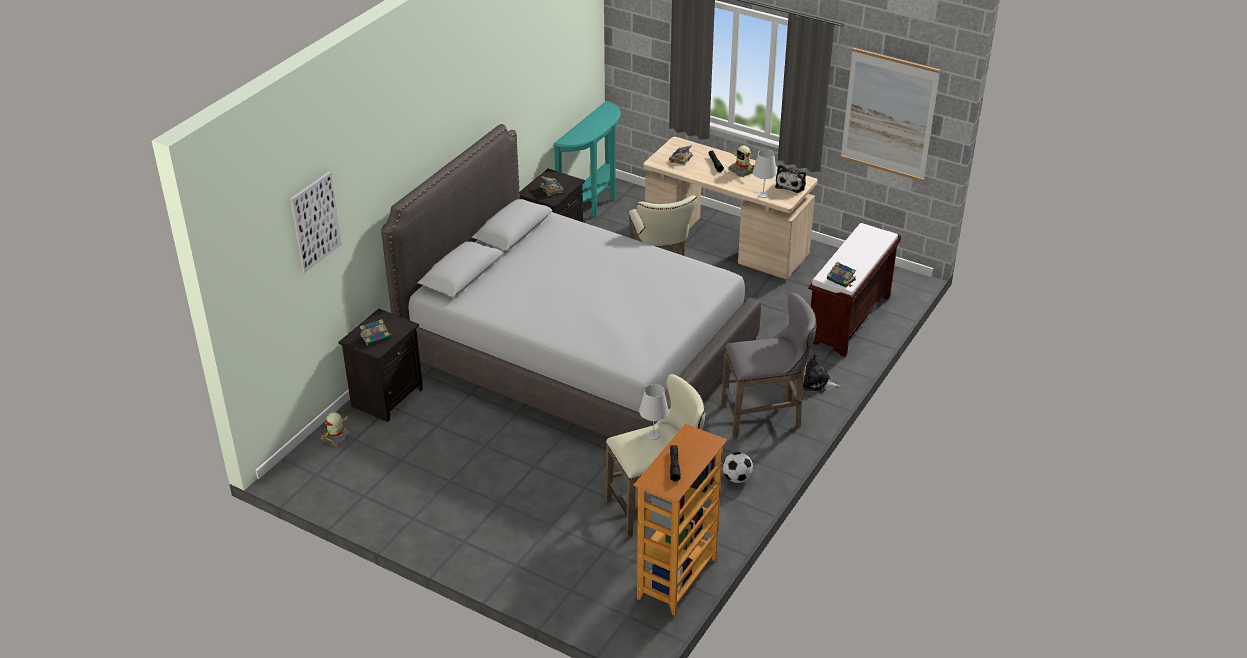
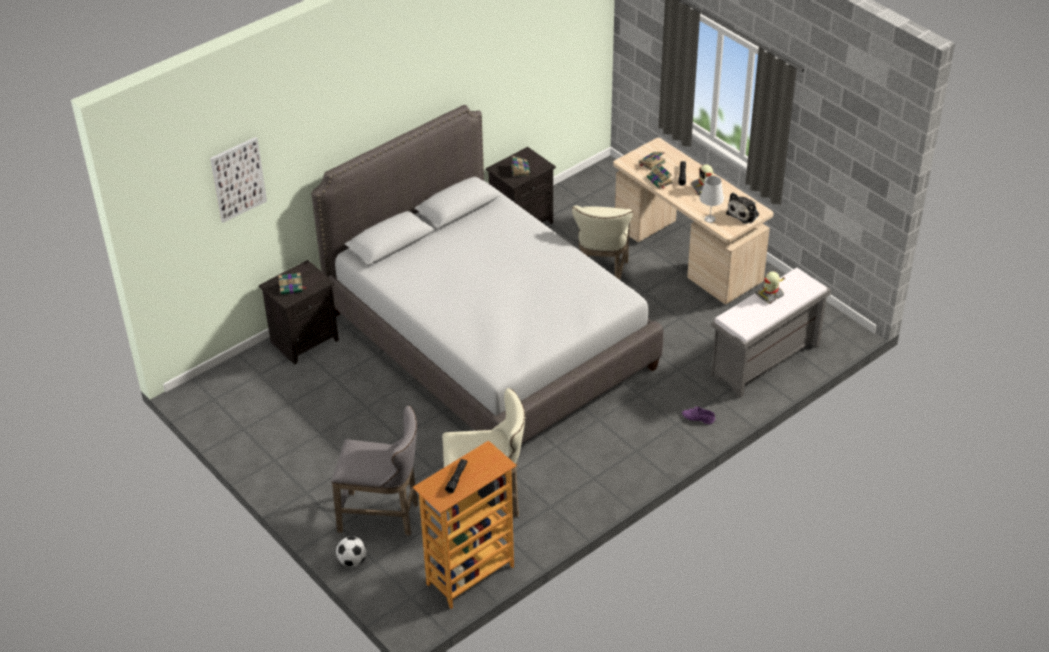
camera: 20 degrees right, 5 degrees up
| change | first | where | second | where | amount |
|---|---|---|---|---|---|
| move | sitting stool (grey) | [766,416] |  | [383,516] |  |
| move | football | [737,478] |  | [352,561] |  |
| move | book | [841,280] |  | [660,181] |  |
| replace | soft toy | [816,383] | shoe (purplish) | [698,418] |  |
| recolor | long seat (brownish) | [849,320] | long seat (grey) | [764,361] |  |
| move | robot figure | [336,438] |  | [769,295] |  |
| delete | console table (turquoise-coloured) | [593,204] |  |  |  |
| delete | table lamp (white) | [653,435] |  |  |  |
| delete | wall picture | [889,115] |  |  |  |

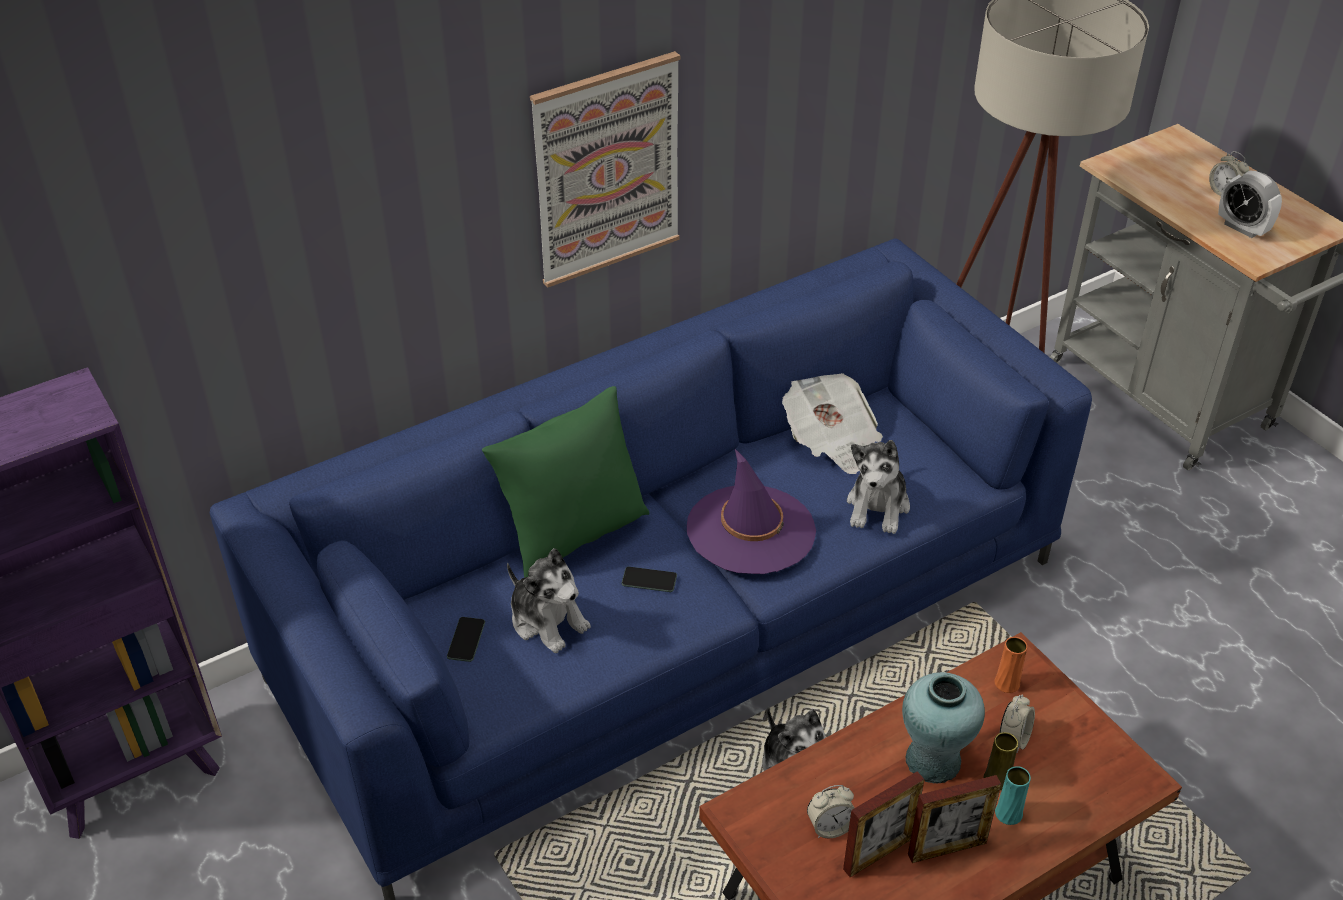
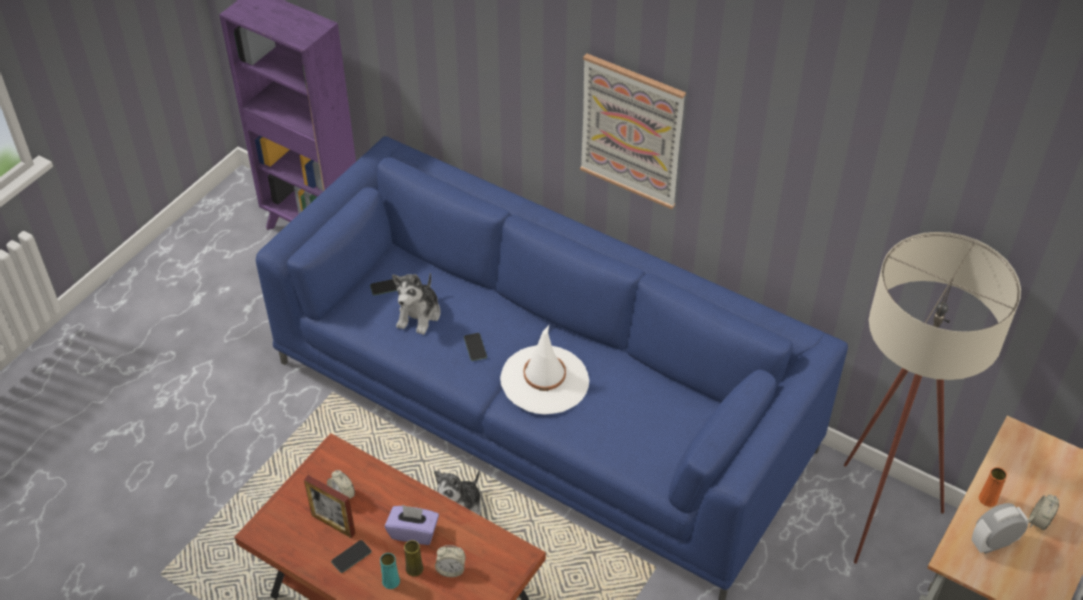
camera: 65 degrees right, 5 degrees up
| change | first | where | second | where | amount |
|---|---|---|---|---|---|
| replace | picture frame | [947,848] | handset | [351,557] |  |
| replace | decorative vase (turquoise-coloured) | [932,760] | tissue holder (purplish) | [413,532] |  |
| recolor | clothing hat (purplish) | [751,530] | clothing hat (white) | [545,380] |  |
| rotate | table clock | [1242,228] |  | [993,543] | 45 degrees clockwise |
| move | decorative vase (orange) | [1007,683] |  | [988,499] |  |
| delete | cushion (green) | [573,535] |  |  |  |
| delete | newspaper | [831,440] |  |  |  |
| delete | soft toy | [878,506] |  |  |  |

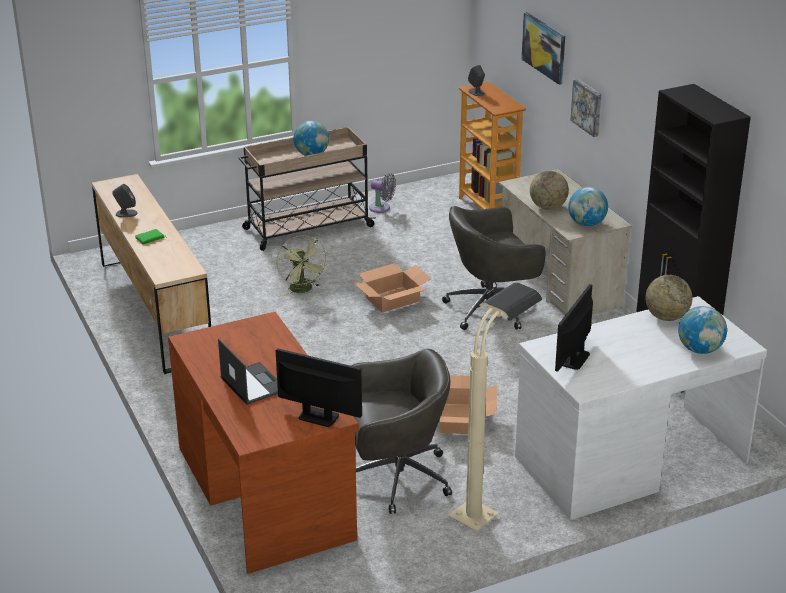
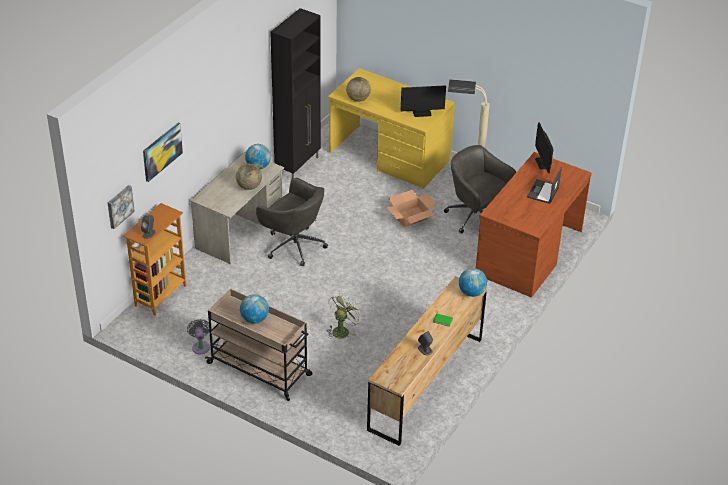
camera: 125 degrees left, 10 degrees up
| change | first | where | second | where | amount |
|---|---|---|---|---|---|
| move | wall picture | [588,107] |  | [119,206] |  |
| recolor | desk table (white) | [629,459] | desk table (yellowish) | [389,157] |  |
| move | world globe | [700,350] |  | [471,292] |  |
| delete | carton | [392,299] |  |  |  |

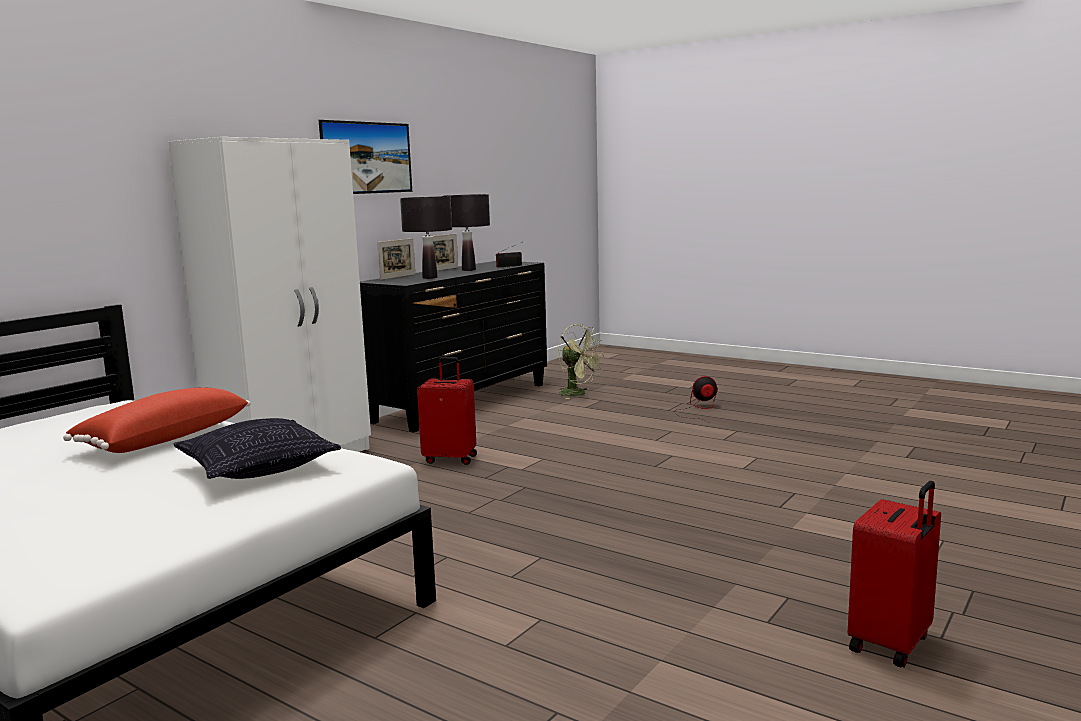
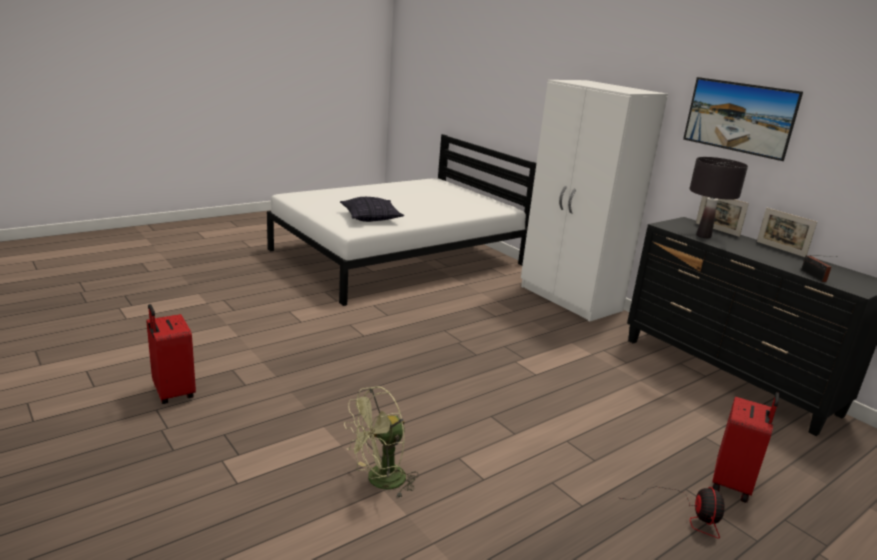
camera: 105 degrees right, 10 degrees up
| change | first | where | second | where | amount |
|---|---|---|---|---|---|
| move | electric fan (green) | [578,394] |  | [379,481] |  |
| move | piece of luggage (reddish) | [450,459] |  | [733,484] |  |
| delete | cushion (reddish) | [163,439] |  |  |  |
| delete | table lamp (black) | [468,270] |  |  |  |

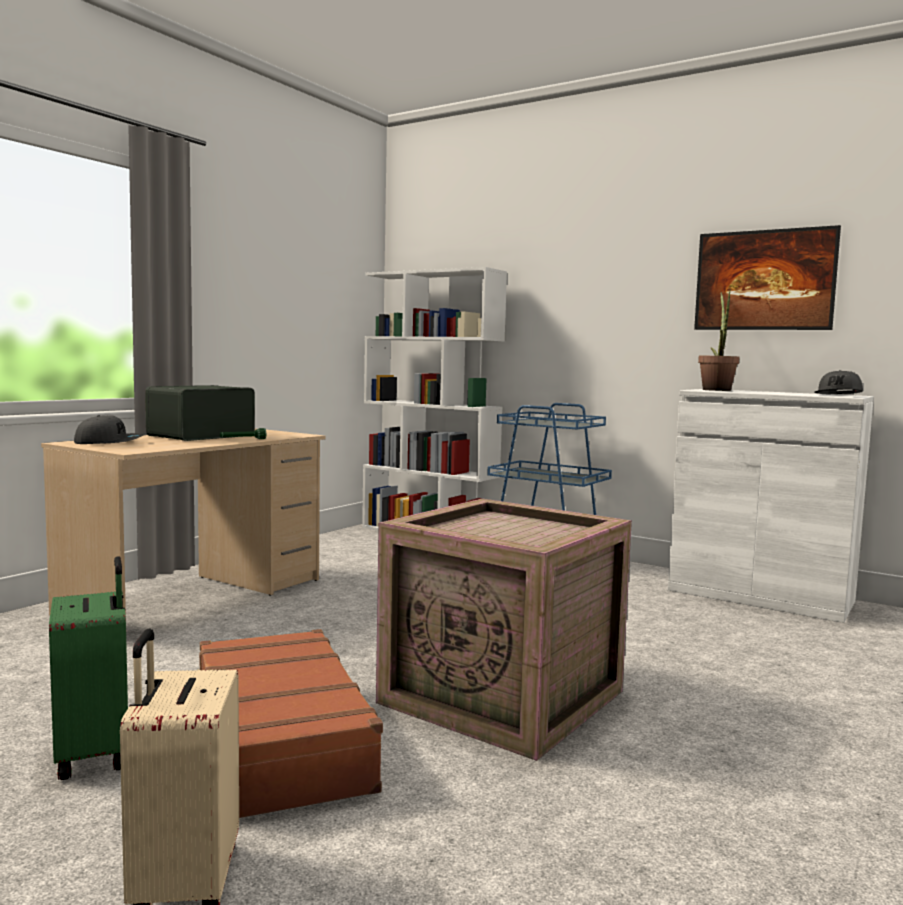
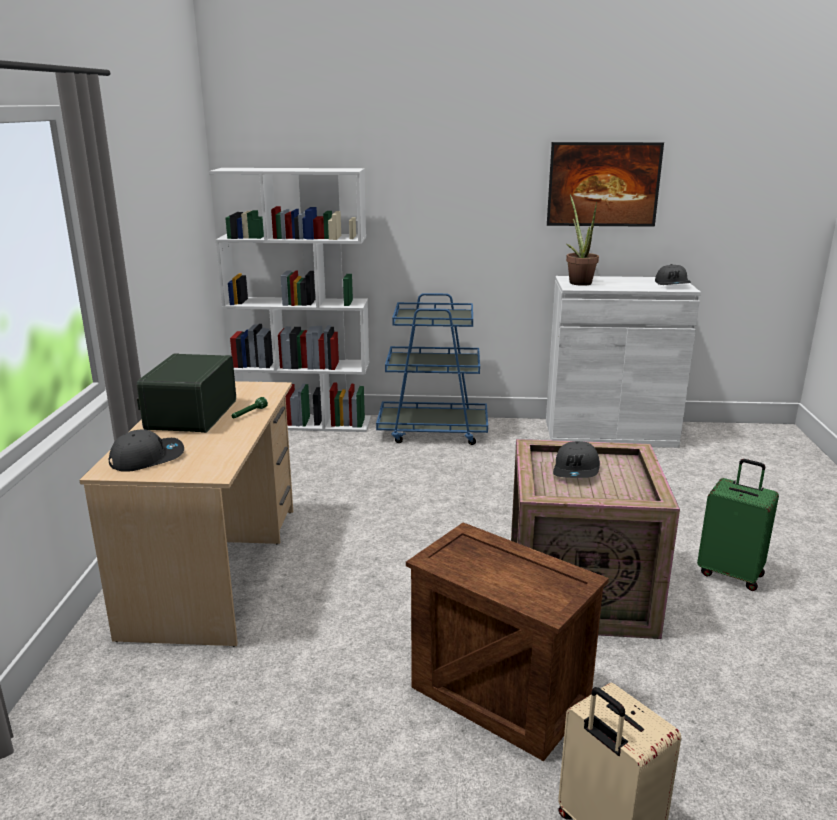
camera: 30 degrees left, 15 degrees up
| change | first | where | second | where | amount |
|---|---|---|---|---|---|
| replace | piece of luggage (brownish) | [278,742] | shipping crate | [502,694] |  |
| insert |  |  | peaked cap (grey) | [577,470] |  |
| move | piece of luggage (green) | [95,754] |  | [731,573] |  |

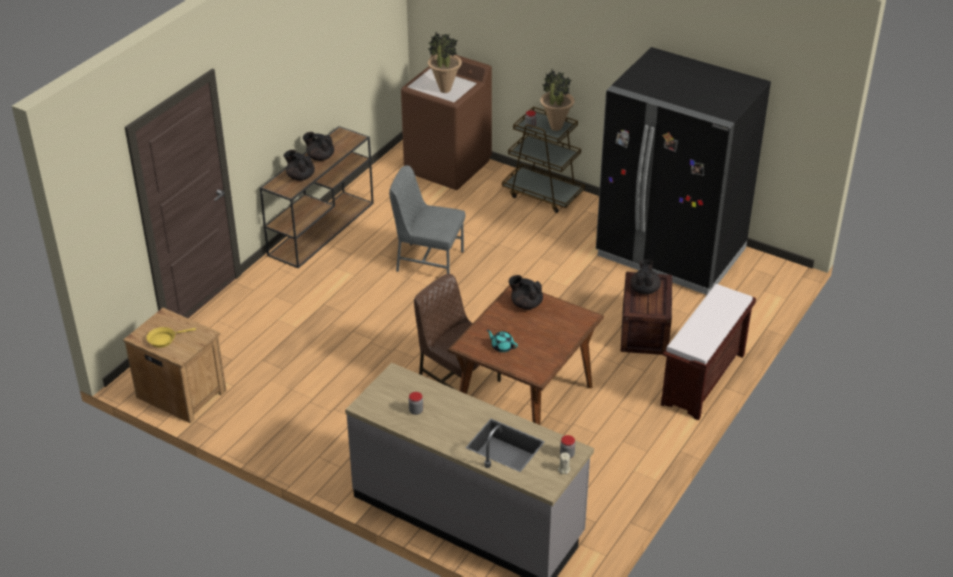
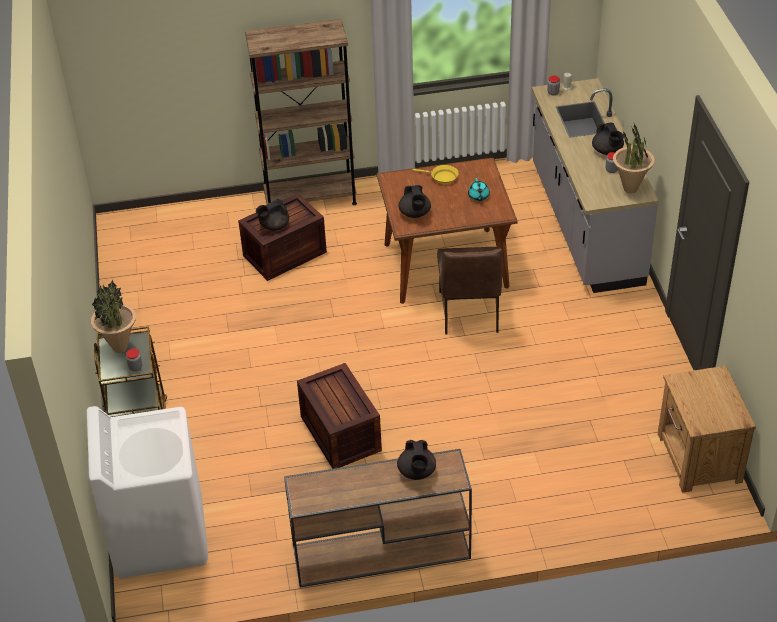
camera: 130 degrees left, 5 degrees up
| change | first | where | second | where | amount |
|---|---|---|---|---|---|
| recolor | laundry appliance (brownish) | [448,166] | laundry appliance (white) | [159,536] |  |
| replace | long seat (brownish) | [703,380] | shelving unit (brownish) | [310,198] |  |
| replace | chair (grey) | [428,261] | shipping crate | [341,434] |  |
| move | pan (yellowish) | [164,339] |  | [442,177] |  |
| move | tea pot (black) | [320,157] |  | [607,151] |  |
| move | potted plant | [444,90] |  | [630,189] |  |
| delete | kitchen fridge (black) | [670,253] |  |  |  |

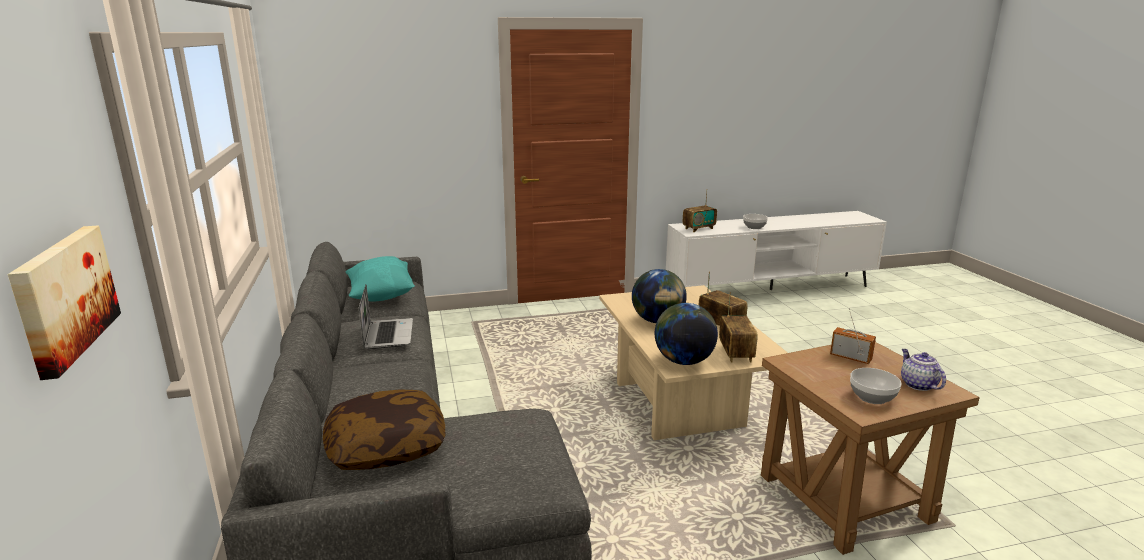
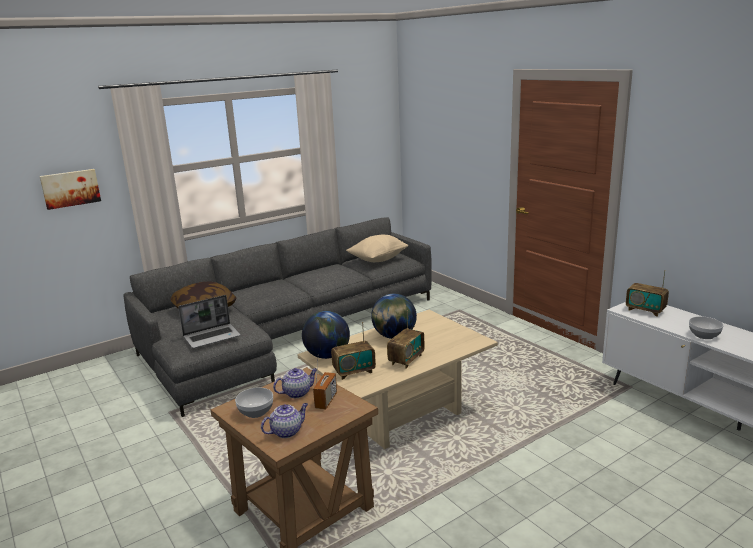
camera: 70 degrees right, 0 degrees up
| change | first | where | second | where | amount |
|---|---|---|---|---|---|
| move | portable computer | [388,334] |  | [212,337] |  |
| insert |  |  | tea pot | [297,393] |  |
| recolor | cushion (turquoise-coloured) | [381,295] | cushion (beige) | [378,259] |  |

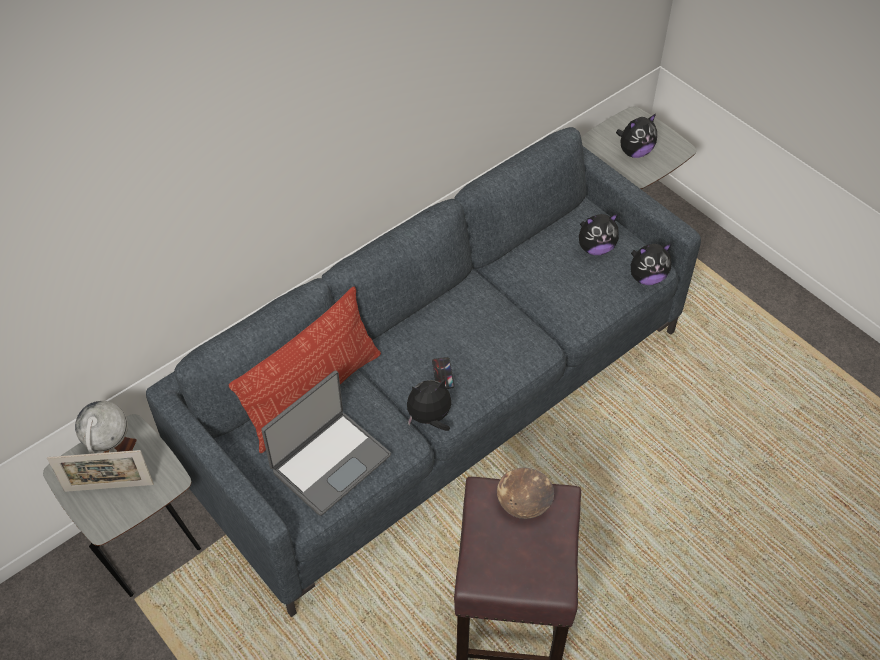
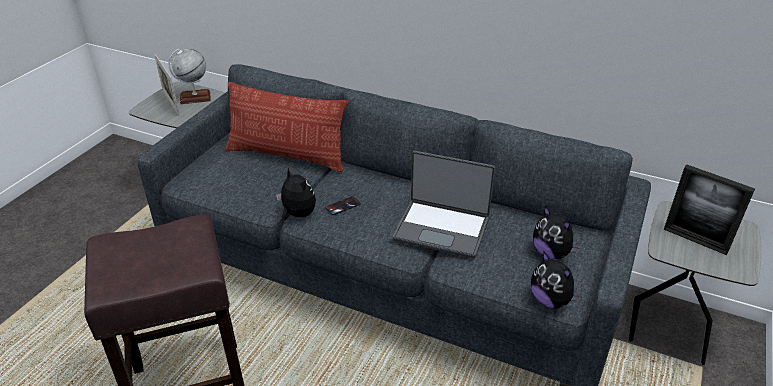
camera: 65 degrees right, 15 degrees down
| change | first | where | second | where | amount |
|---|---|---|---|---|---|
| move | portable computer | [329,462] |  | [442,228] |  |
| replace | soft toy | [634,152] | picture frame | [695,240] |  |
| delete | bowl (brownish) | [524,498] |  |  |  |

